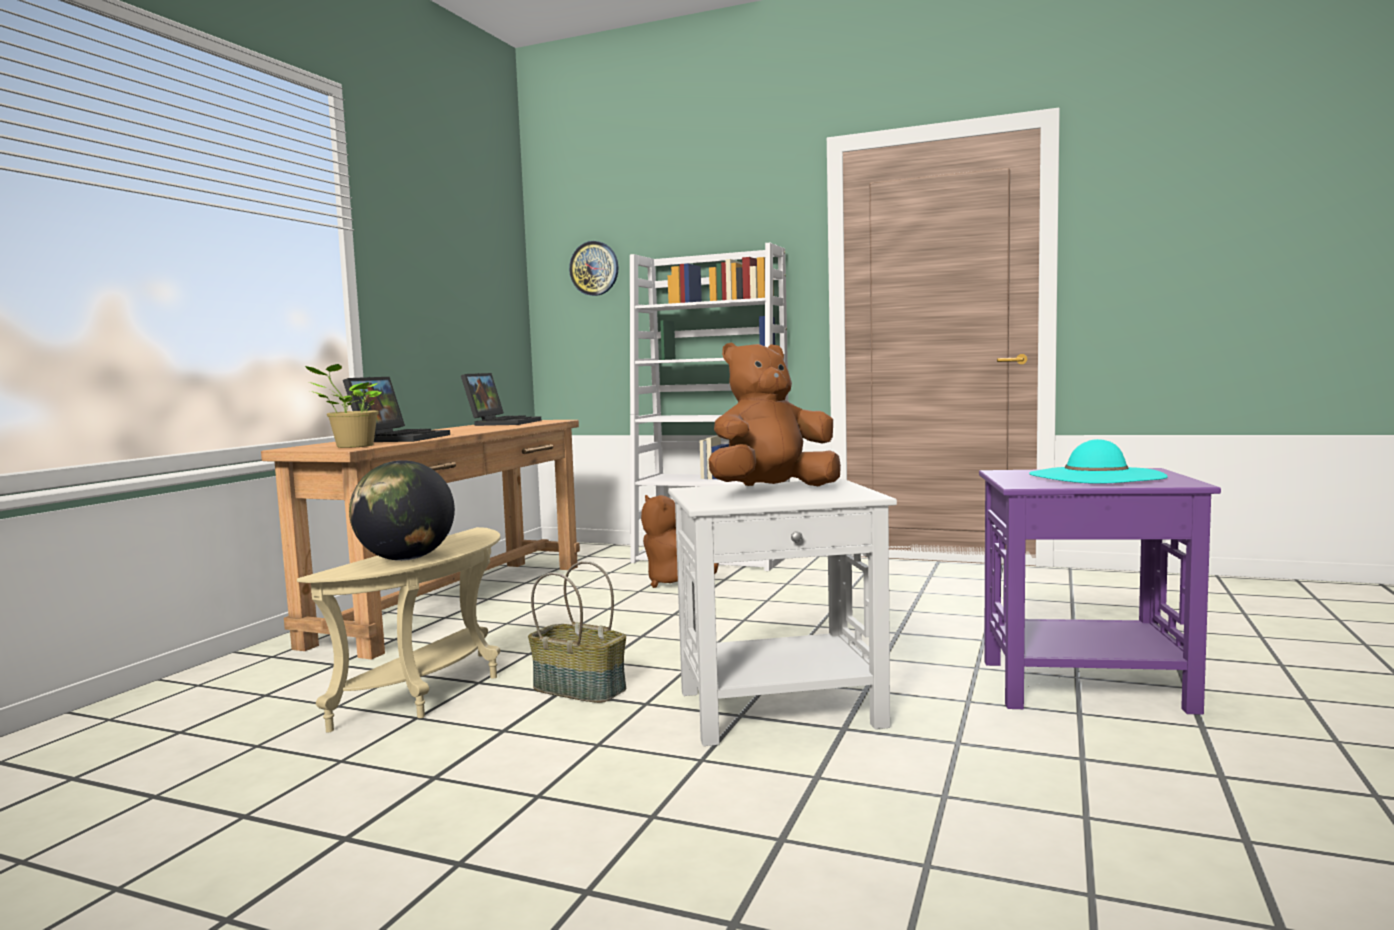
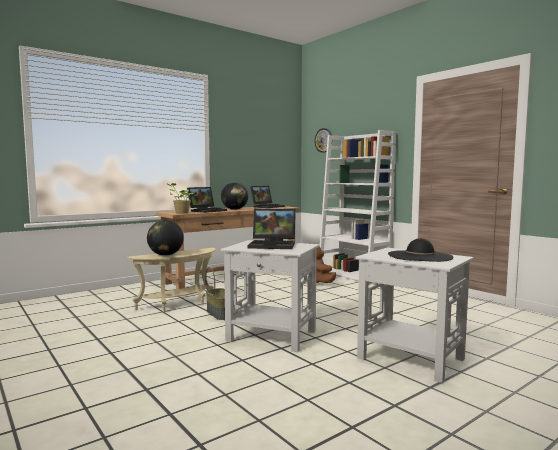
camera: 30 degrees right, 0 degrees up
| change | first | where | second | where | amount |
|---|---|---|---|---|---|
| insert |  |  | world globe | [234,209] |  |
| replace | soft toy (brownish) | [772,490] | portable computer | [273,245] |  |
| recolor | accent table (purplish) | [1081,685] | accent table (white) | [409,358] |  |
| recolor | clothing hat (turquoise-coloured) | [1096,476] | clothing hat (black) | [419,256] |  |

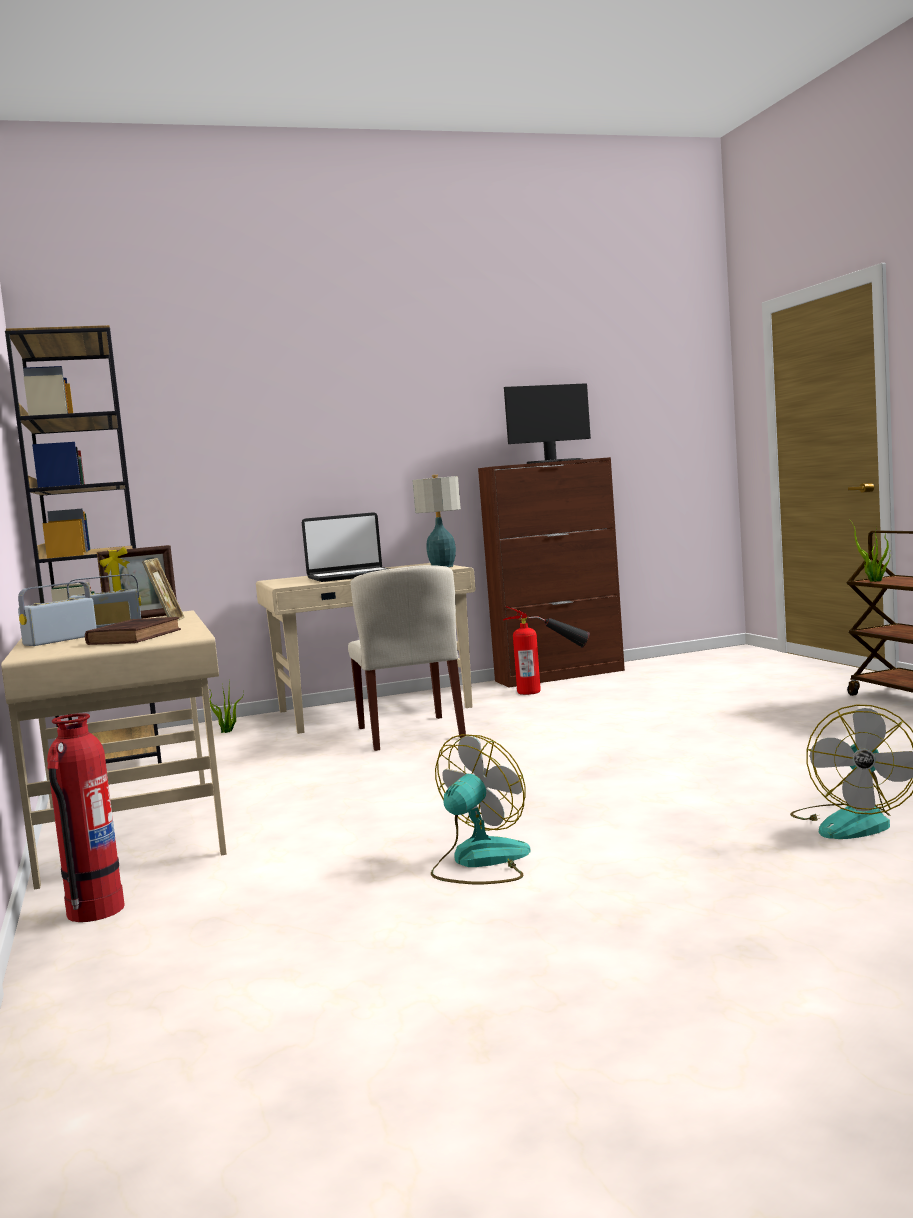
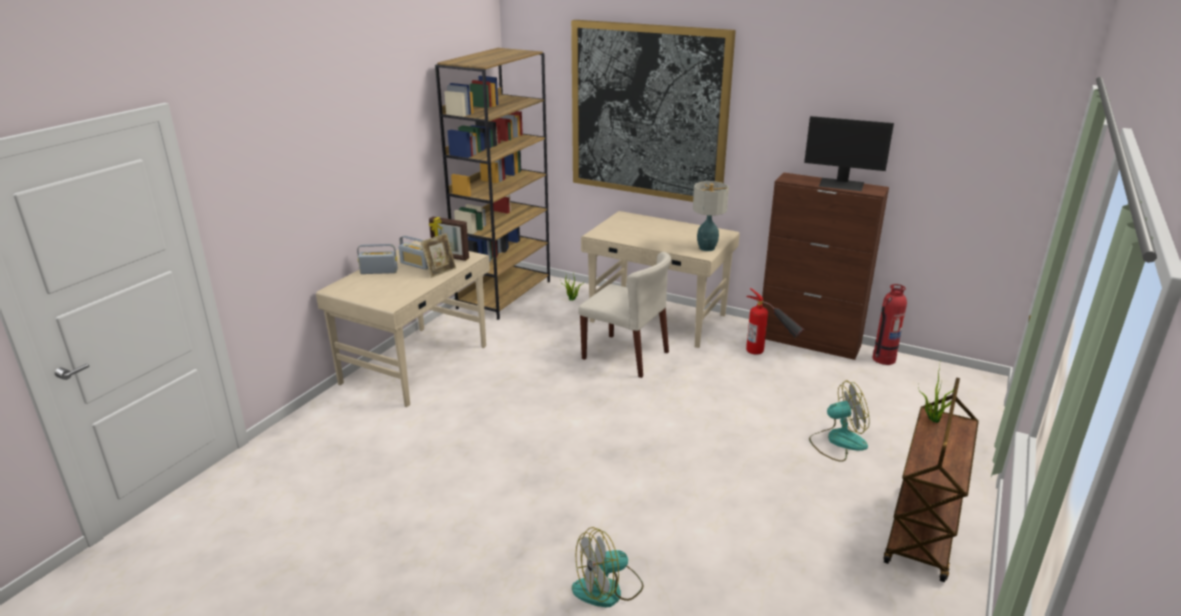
camera: 45 degrees right, 20 degrees up
| change | first | where | second | where | amount |
|---|---|---|---|---|---|
| insert |  |  | wall picture | [649,111] |  |
| rotate | chair (beige) | [410,733] |  | [626,355] | 90 degrees counterclockwise |
| move | electric fan | [479,862] |  | [837,441] |  |
| move | fire-fighting cylinder | [94,911] |  | [883,359] |  |
| delete | book (brownish) | [136,637] |  |  |  |
| delete | portable computer | [351,576] |  |  |  |

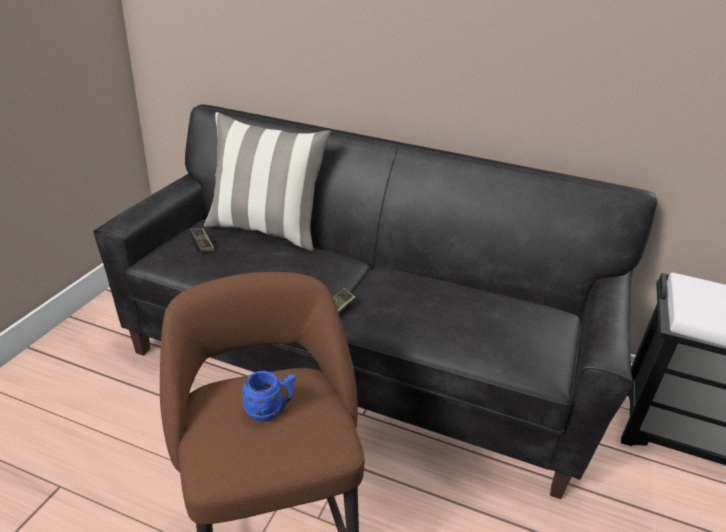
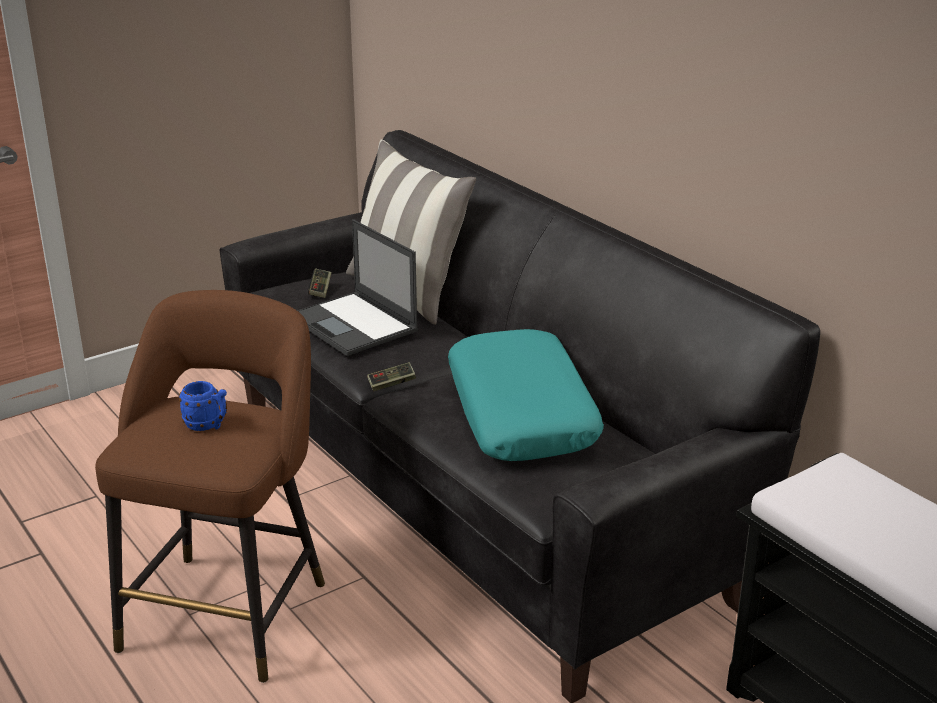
camera: 35 degrees right, 5 degrees down
| change | first | where | second | where | amount |
|---|---|---|---|---|---|
| insert |  |  | portable computer | [354,324] |  |
| insert |  |  | cushion (turquoise-coloured) | [522,413] |  |

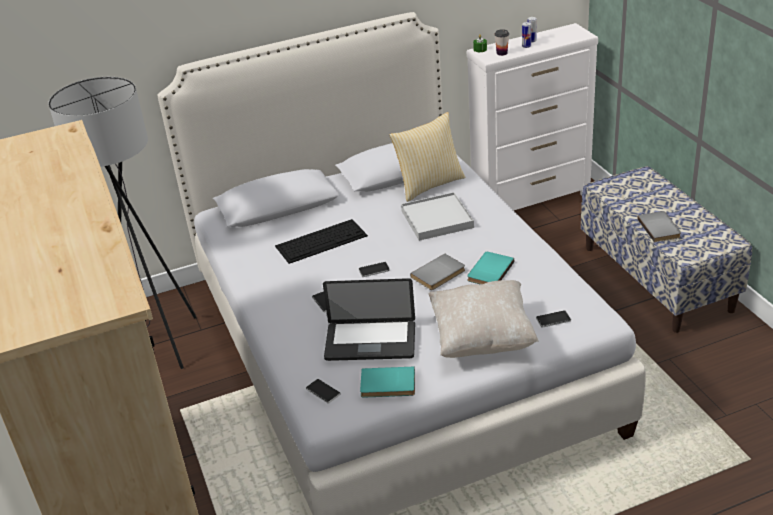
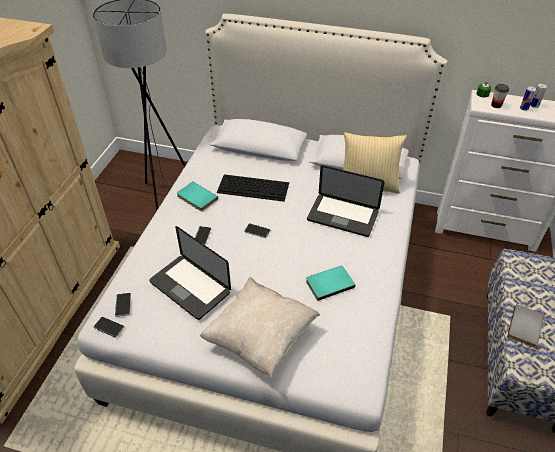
camera: 35 degrees right, 10 degrees up
| change | first | where | second | where | amount |
|---|---|---|---|---|---|
| move | handset | [553,320] |  | [109,327] |  |
| move | book (turquoise-coloured) | [388,385] |  | [196,198] |  |
| replace | serving tray (white) | [437,219] | portable computer | [342,216] |  |
| delete | book (grey) | [439,274] |  |  |  |

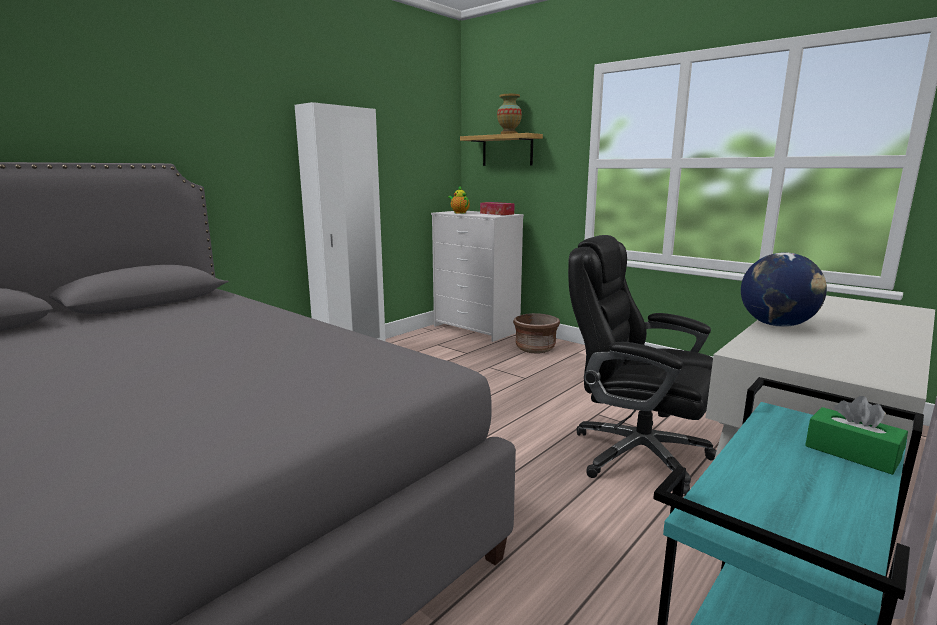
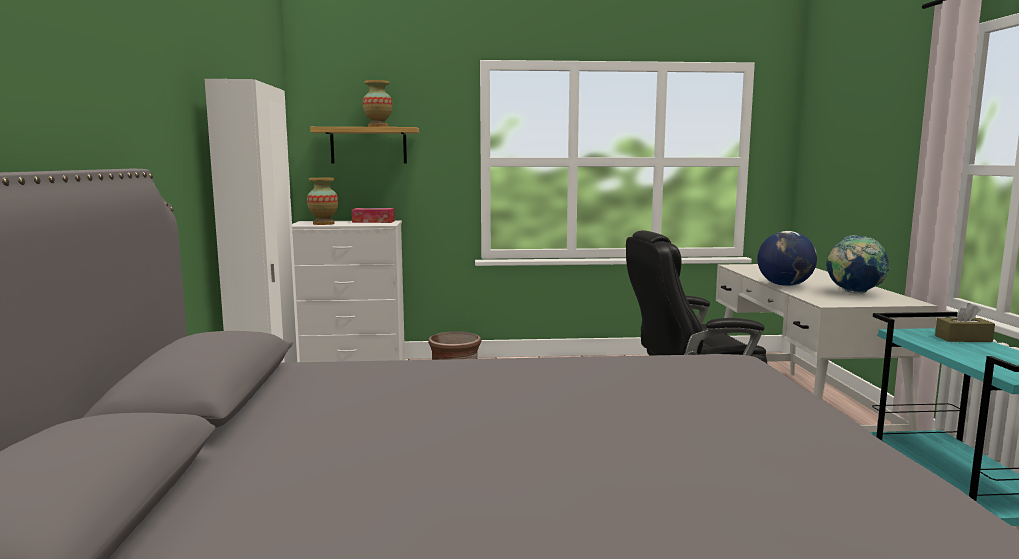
camera: 45 degrees left, 5 degrees down
| change | first | where | second | where | amount |
|---|---|---|---|---|---|
| replace | tea pot | [459,212] | decorative vase | [324,224] |  |
| insert |  |  | world globe | [853,293] |  |
| recolor | tissue holder (green) | [851,453] | tissue holder (brownish) | [963,339] |  |

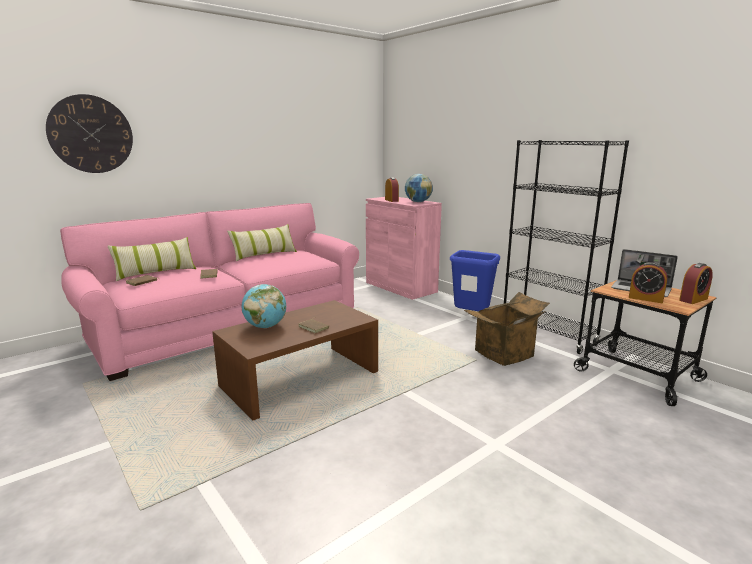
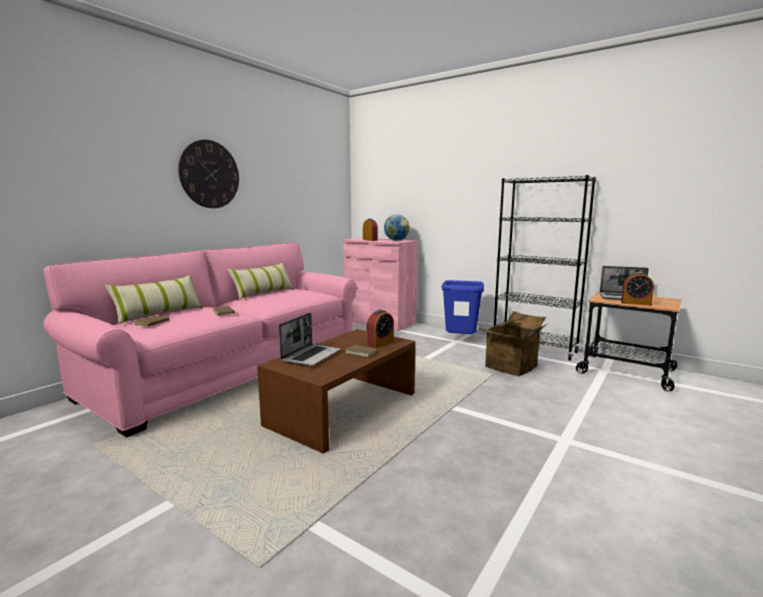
camera: 15 degrees left, 5 degrees down
| change | first | where | second | where | amount |
|---|---|---|---|---|---|
| move | wall clock | [91,134] |  | [209,174] |  |
| replace | world globe | [265,326] | portable computer | [311,356] |  |
| move | table clock | [693,299] |  | [380,343] |  |

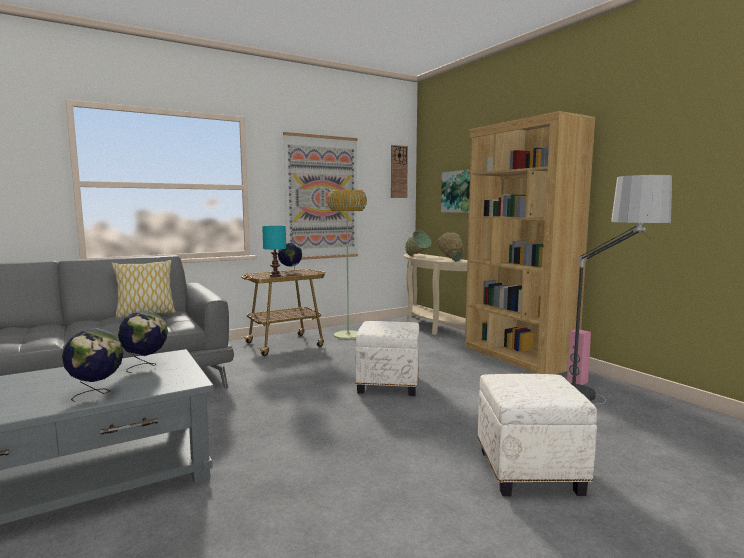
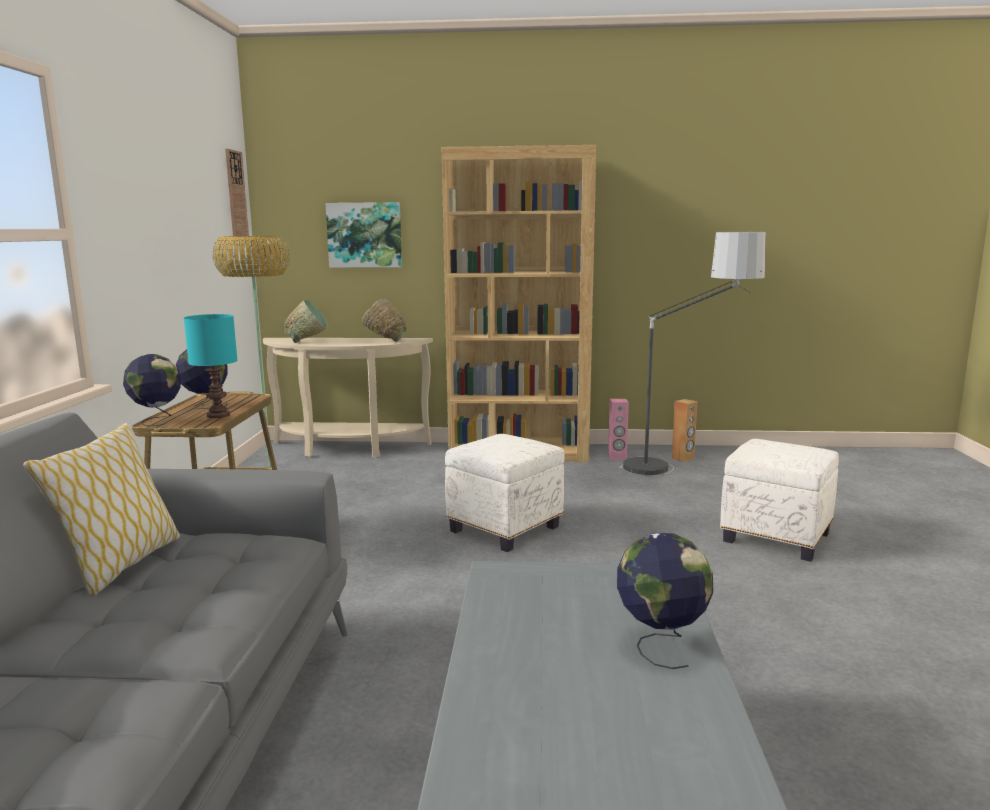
camera: 55 degrees left, 5 degrees up
| change | first | where | second | where | amount |
|---|---|---|---|---|---|
| move | world globe | [145,366] |  | [157,420] |  |
| insert |  |  | loudspeaker (brownish) | [683,458] |  |
| delete | wall picture | [322,198] |  |  |  |

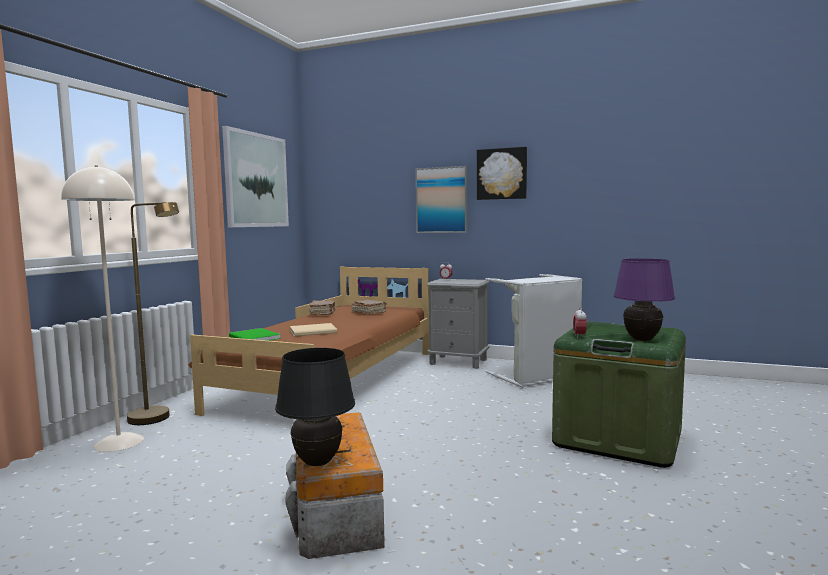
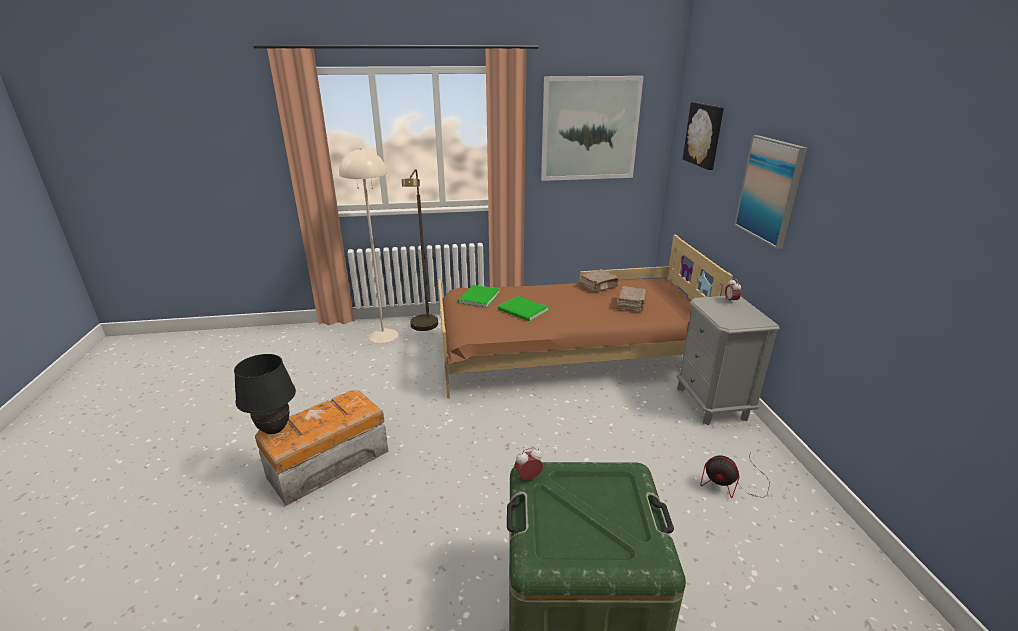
camera: 60 degrees right, 20 degrees up
| change | first | where | second | where | amount |
|---|---|---|---|---|---|
| recolor | book (beige) | [314,331] | book (green) | [523,311] |  |
| move | wall picture | [502,174] |  | [704,135] |  |
| replace | hamper (grey) | [537,377] | electric fan | [732,484] |  |
| delete | table lamp (purplish) | [641,340] |  |  |  |

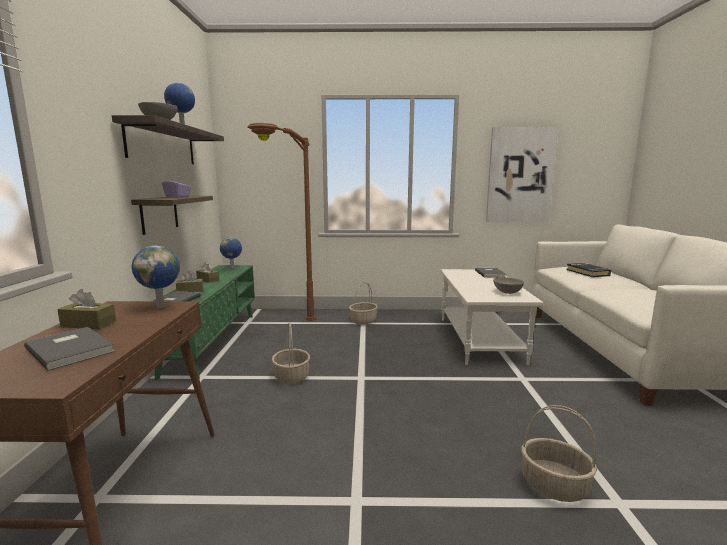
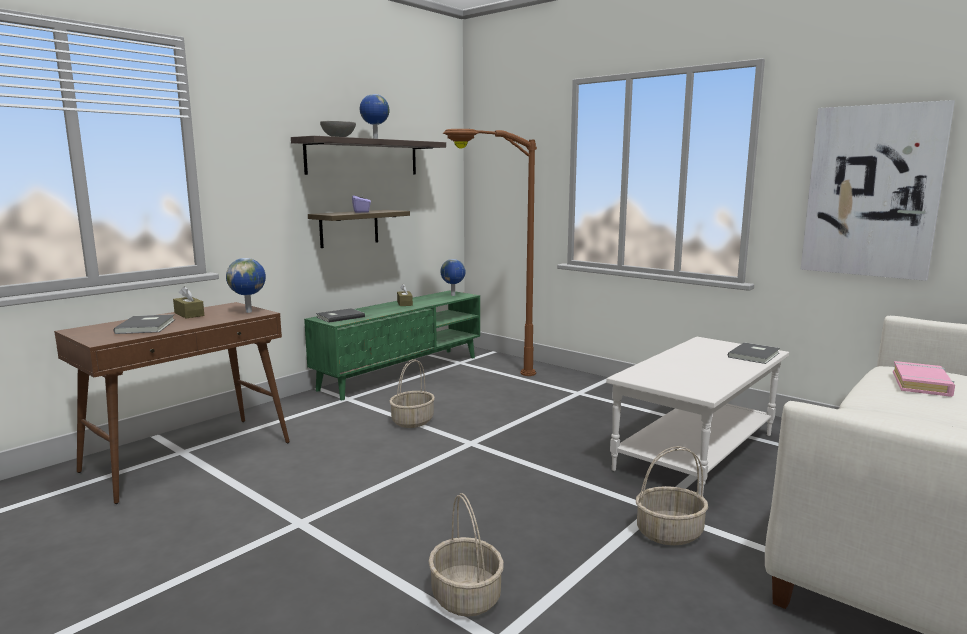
camera: 40 degrees right, 0 degrees up
| change | first | where | second | where | amount |
|---|---|---|---|---|---|
| move | storage basket | [363,321] |  | [669,533] |  |
| recolor | book (black) | [588,273] | book (pink) | [921,384] |  |
| delete | tissue holder (brownish) | [190,290] |  |  |  |
| delete | bowl (grey) | [507,292] |  |  |  |

